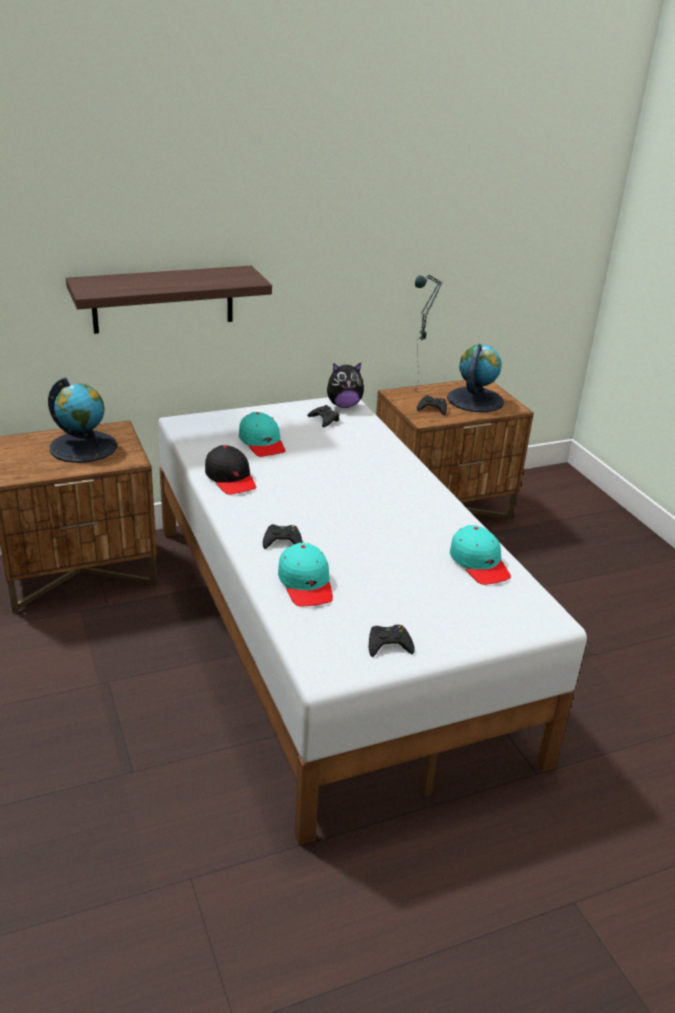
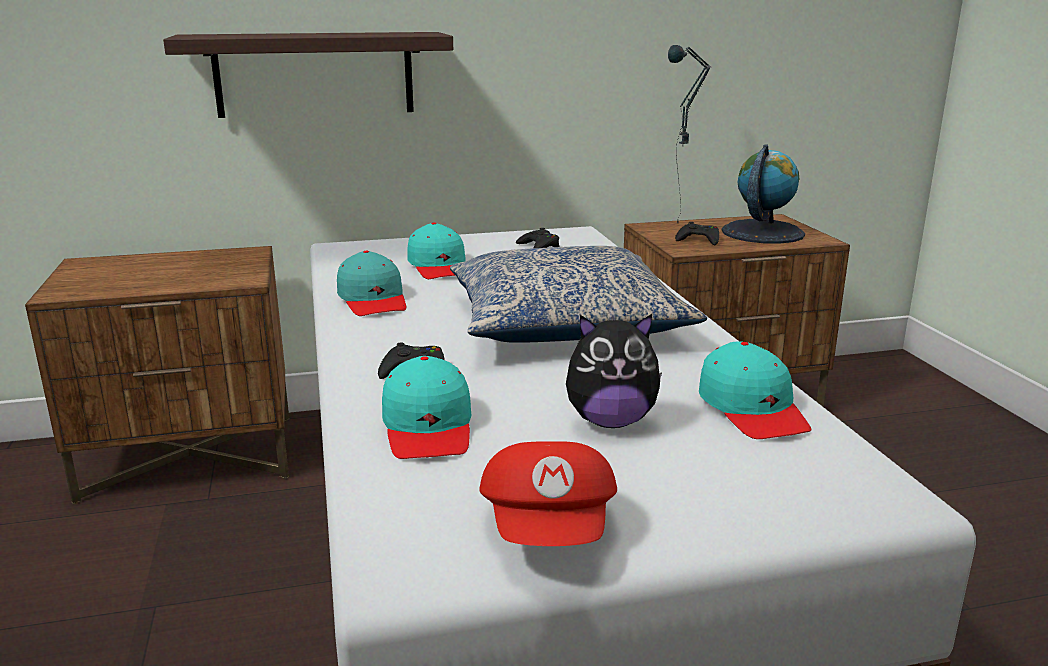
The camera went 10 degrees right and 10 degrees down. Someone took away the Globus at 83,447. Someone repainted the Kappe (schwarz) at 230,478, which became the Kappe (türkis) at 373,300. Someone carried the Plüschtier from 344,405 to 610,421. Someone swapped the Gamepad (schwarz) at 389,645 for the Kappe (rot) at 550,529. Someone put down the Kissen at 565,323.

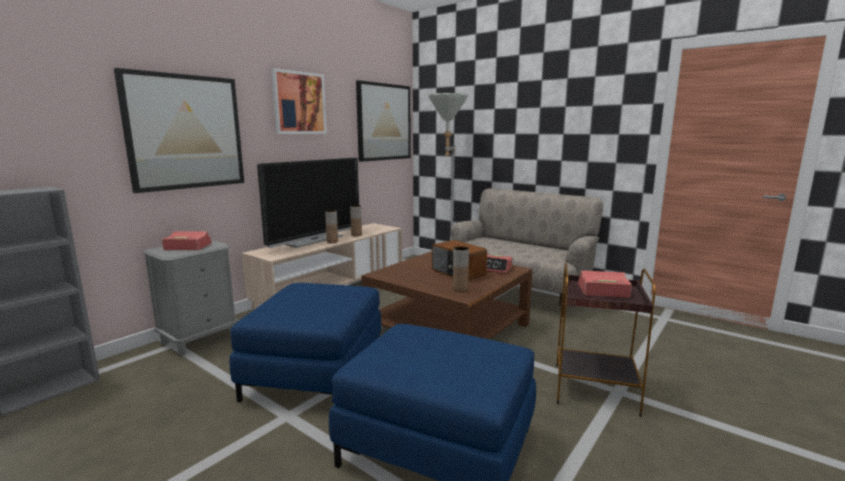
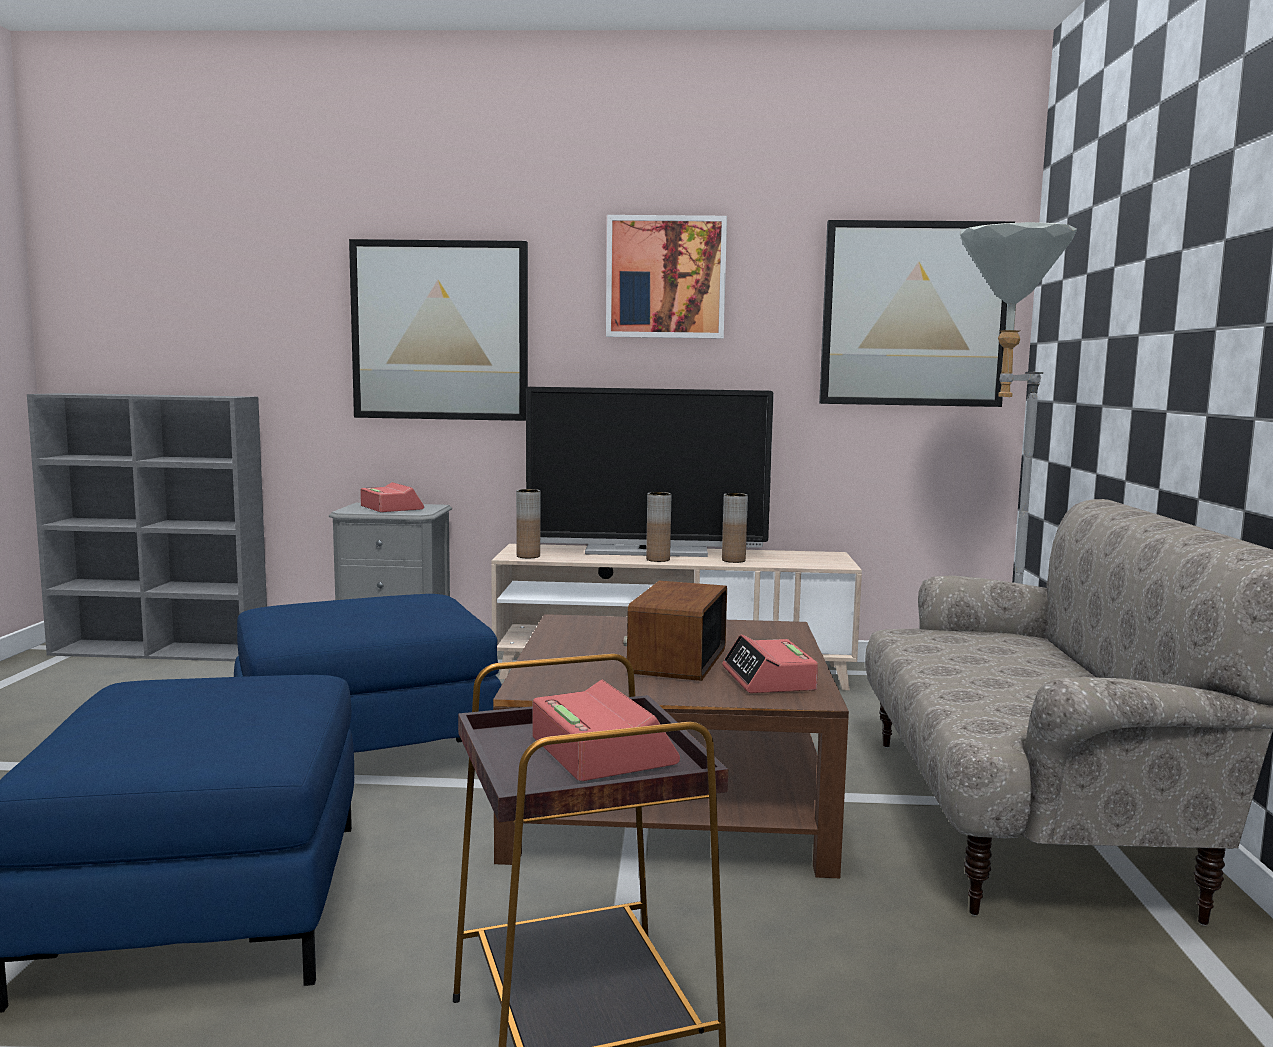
The camera went 55 degrees right and 5 degrees down. Someone carried the Vase (braun) from 460,289 to 528,556.

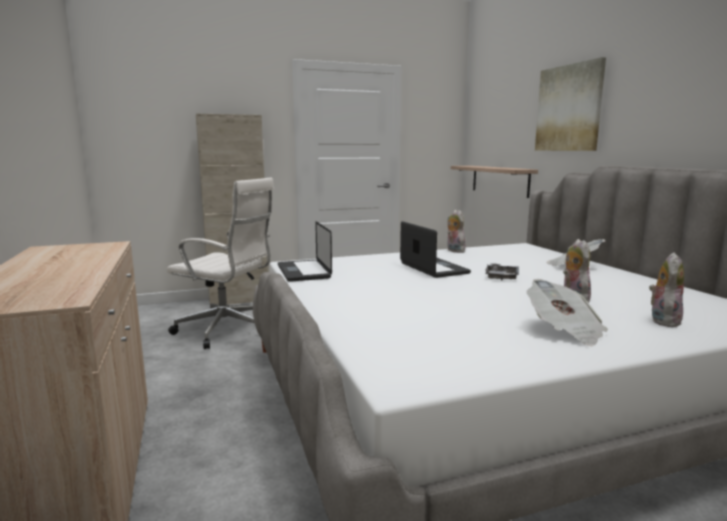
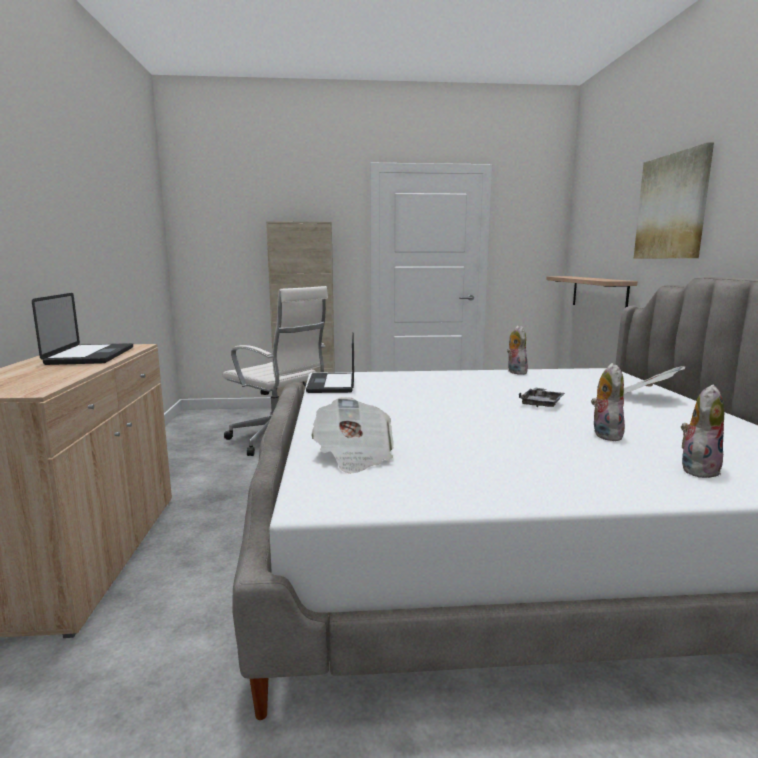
The camera went 15 degrees right and 0 degrees up. Someone carried the Laptop from 433,268 to 91,356. Someone carried the Zeitung from 565,331 to 353,456.

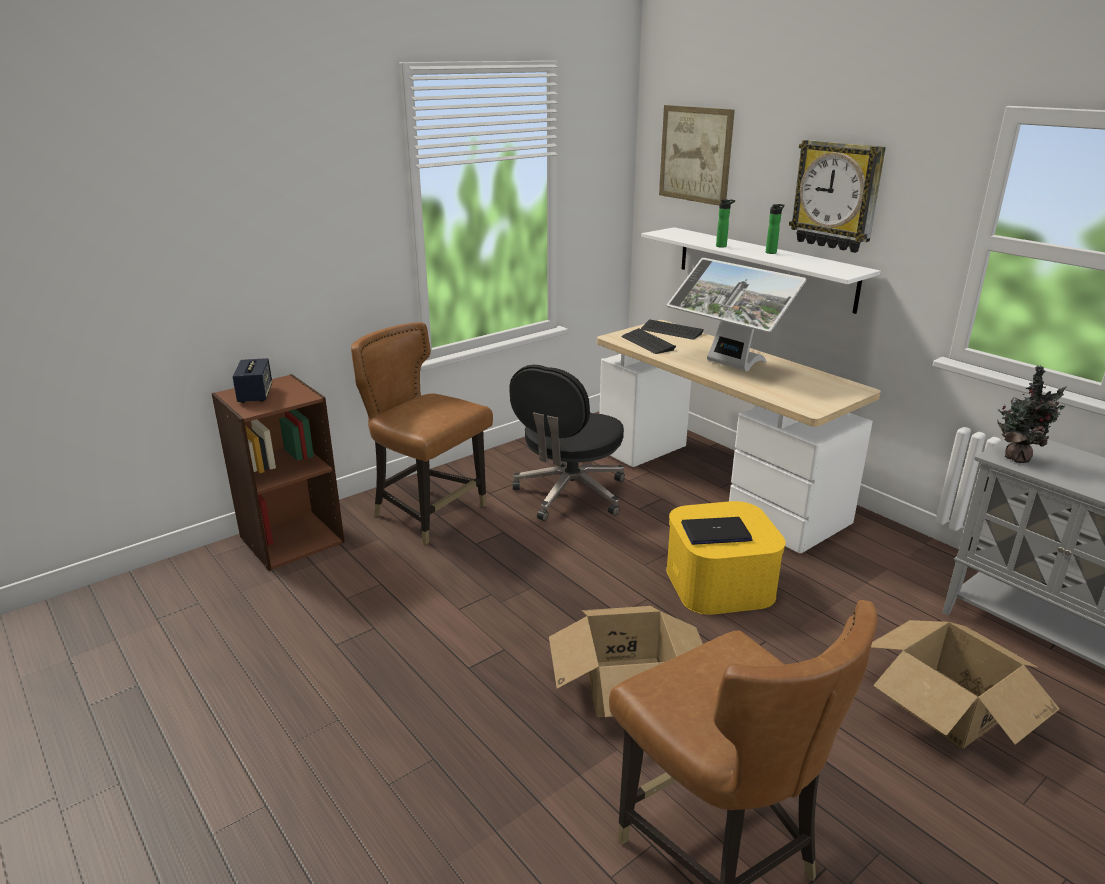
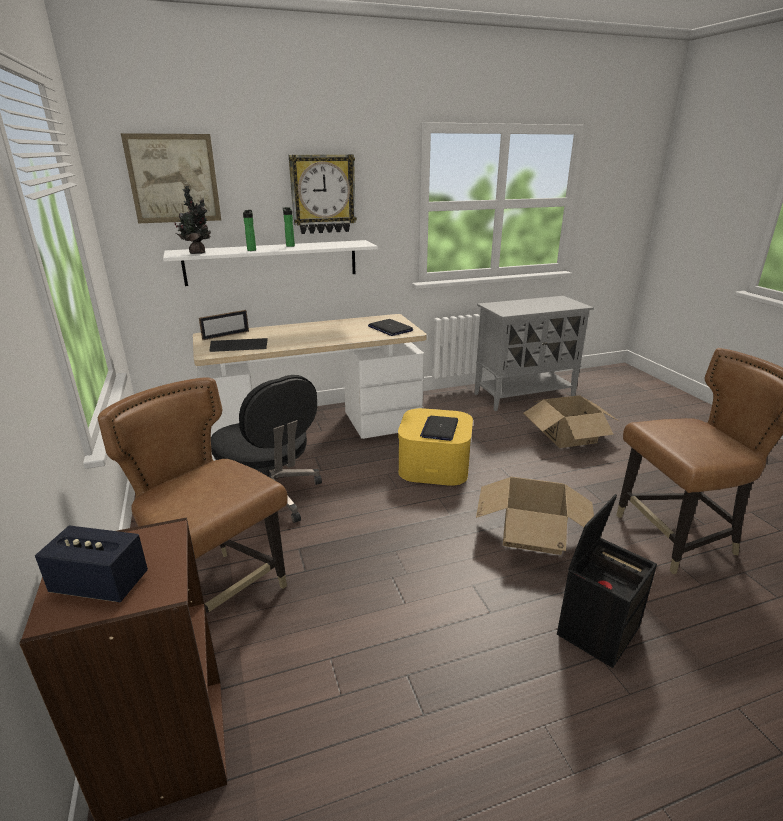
The camera went 70 degrees left and 0 degrees up. Someone rotated the Stuhl (braun) at 429,512 by 75 degrees clockwise. Someone swapped the Tastatur at 671,331 for the Bilderrahmen at 226,335. Someone took away the Monitor at 728,365. Someone carried the Topfpflanze from 1018,457 to 197,253. Someone put down the Laptop at 390,328. Someone put down the Aufbewahrungsbox (schwarz) at 597,629.

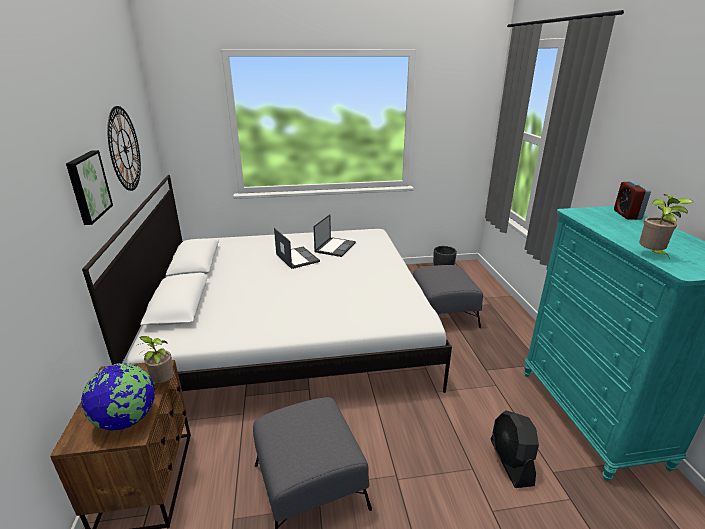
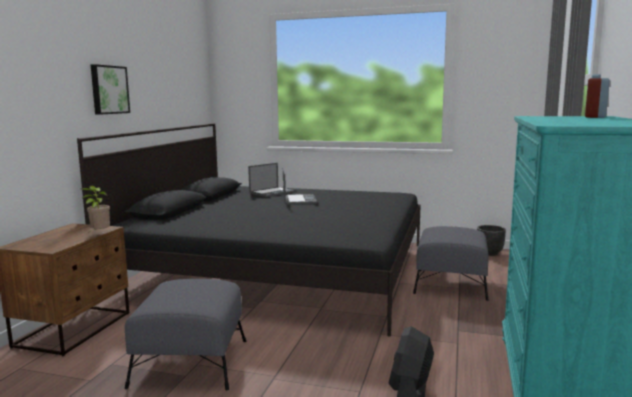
The camera went 25 degrees right and 15 degrees down. Someone took away the Globus at 127,419. Someone repainted the Bett (weiß) at 292,327, which became the Bett (schwarz) at 279,269. Someone took away the Wanduhr at 125,149. Someone carried the Laptop from 335,247 to 272,192. Someone took away the Topfpflanze at 651,255.

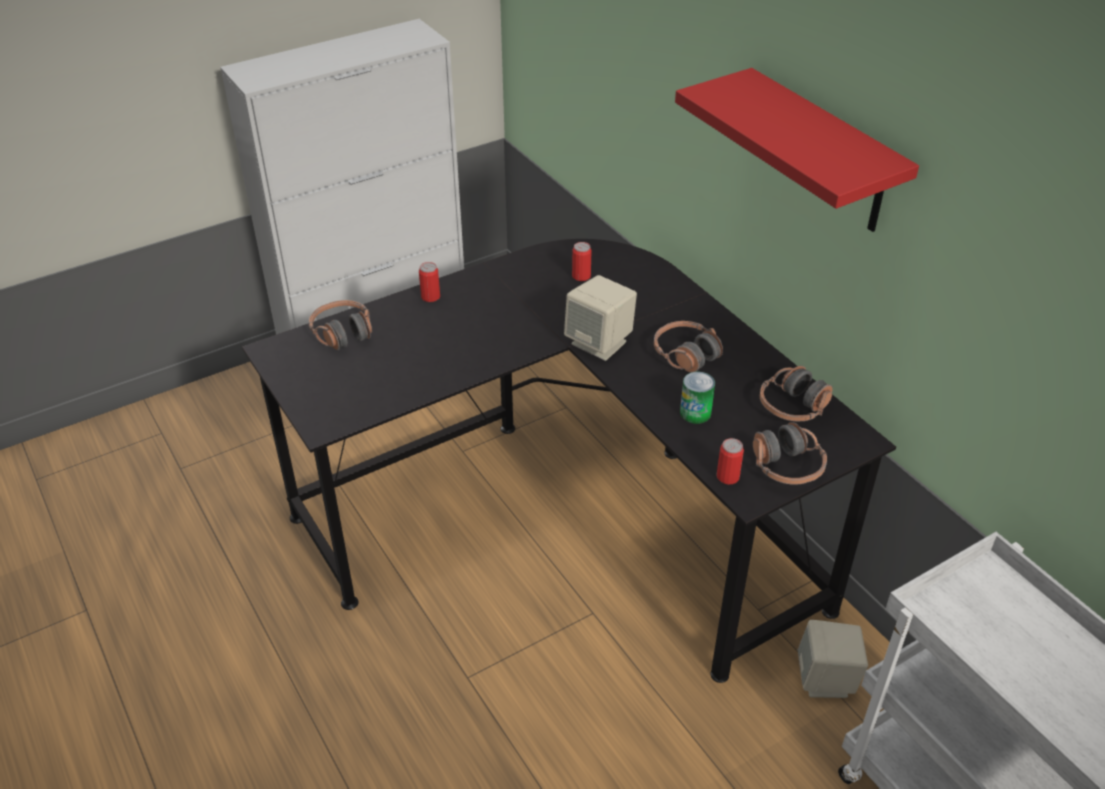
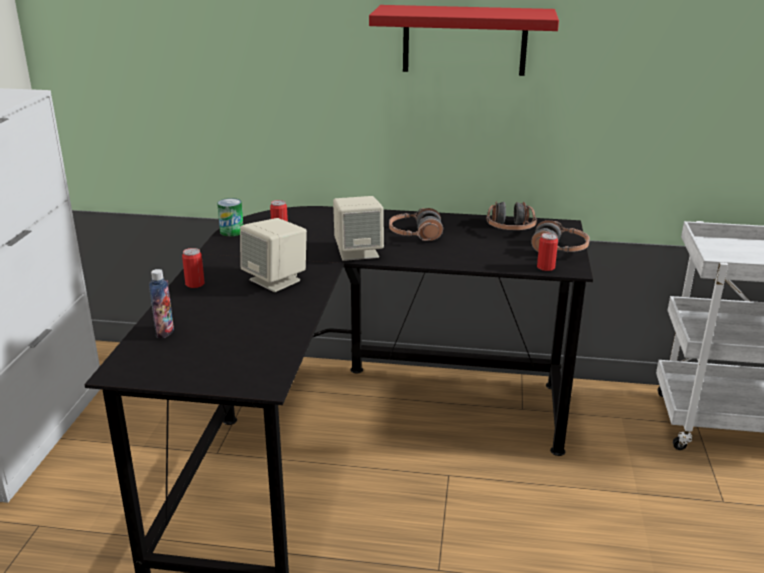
The camera went 50 degrees left and 15 degrees down. Someone swapped the Kopfhörer at 343,333 for the Flasche at 165,332. Someone carried the Dose from 695,413 to 231,231. Someone carried the Lautsprecher (beige) from 826,680 to 276,280.

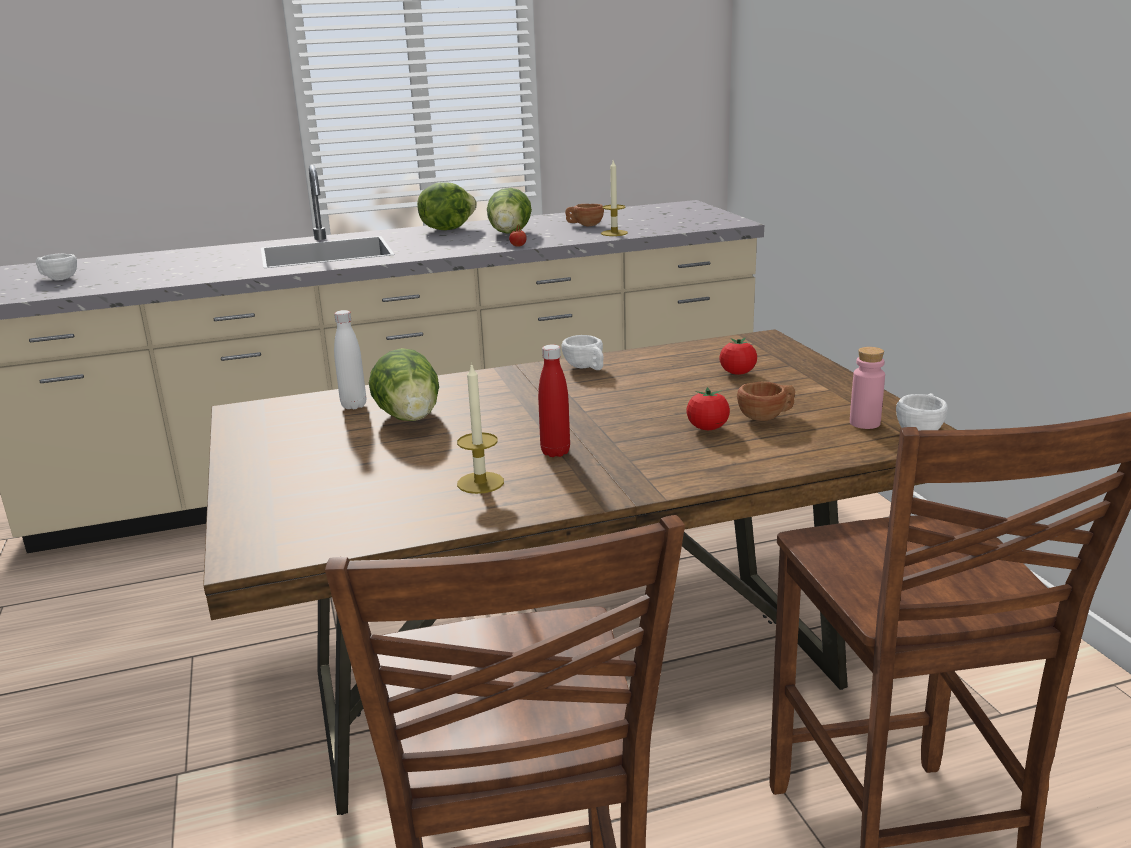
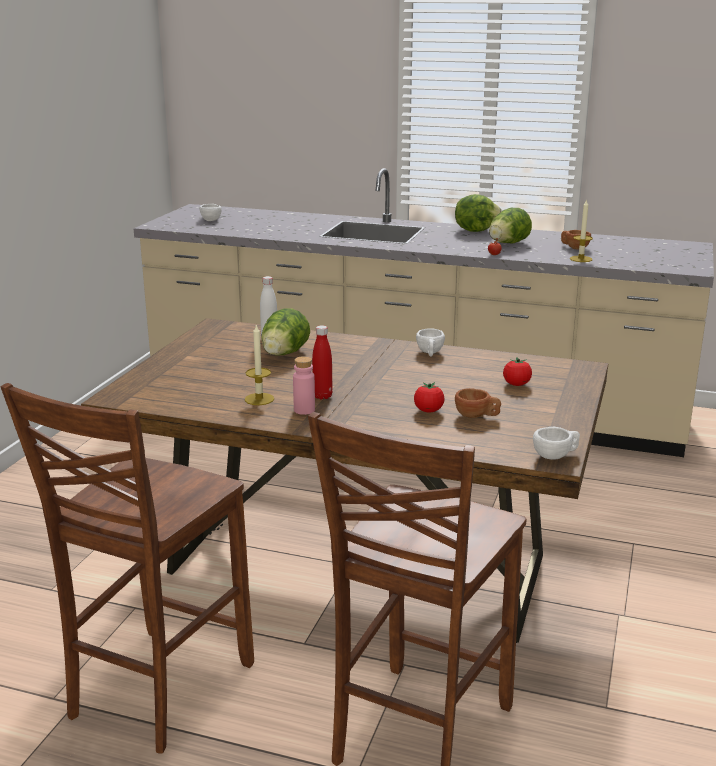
The camera went 35 degrees right and 0 degrees up. Someone carried the Flasche (rosa) from 864,423 to 304,410.

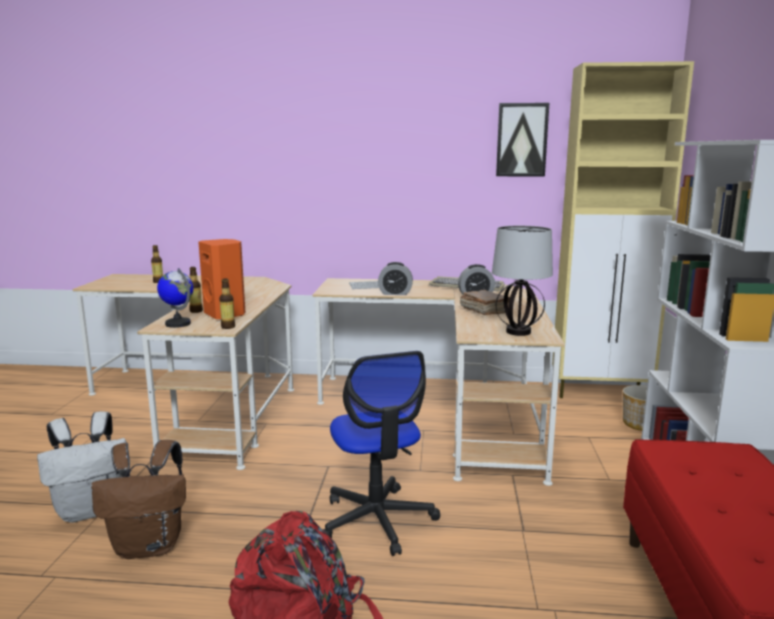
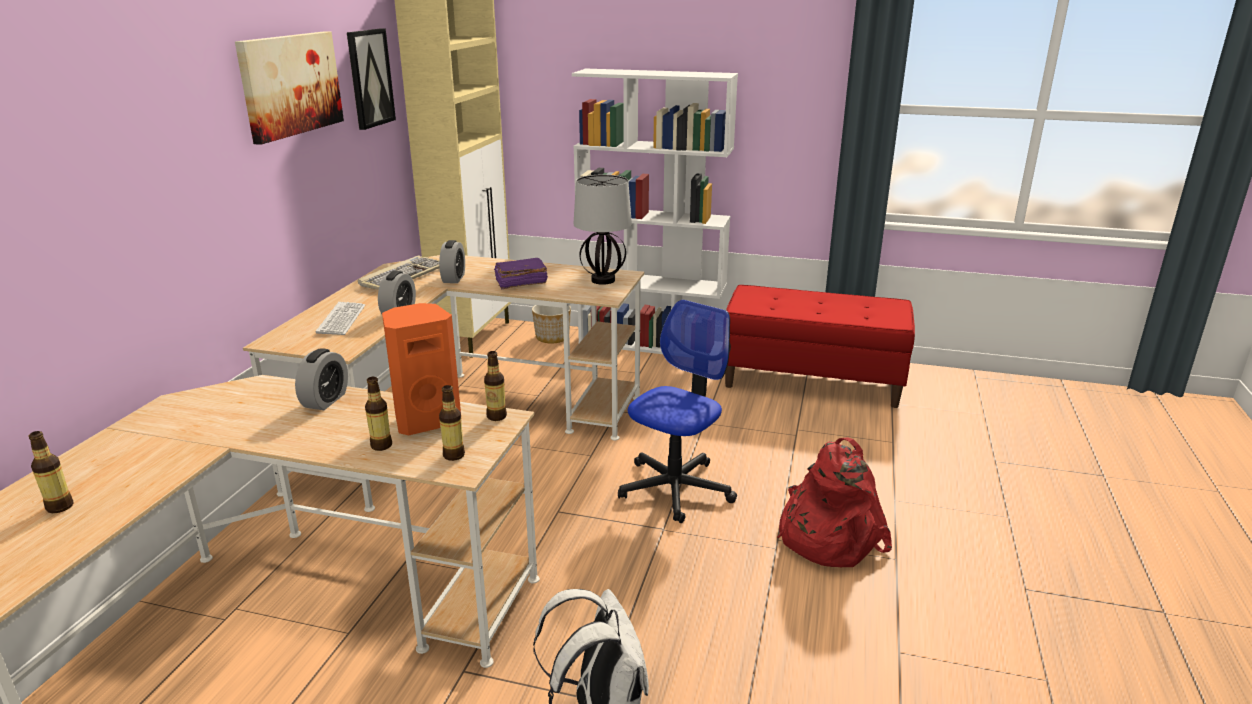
The camera went 80 degrees left and 10 degrees up. Someone took away the Rucksack (braun) at 150,546. Someone swapped the Globus at 178,324 for the Flasche at 453,455. Someone rotated the Bürostuhl at 377,520 by 45 degrees counterclockwise. Someone repainted the Buch (braun) at 484,311, which became the Buch (lila) at 520,282. Someone put up the Bild at 290,84. Someone put down the Wecker at 325,400.

